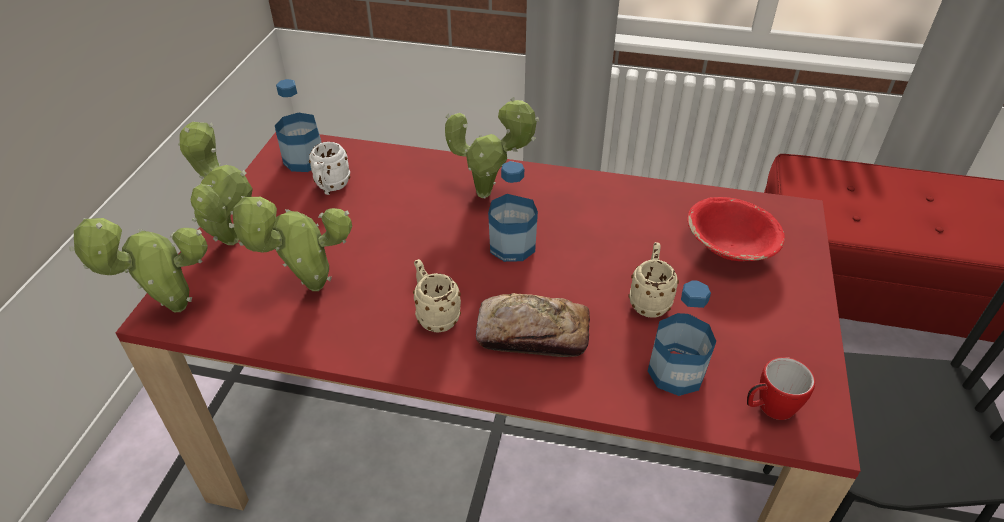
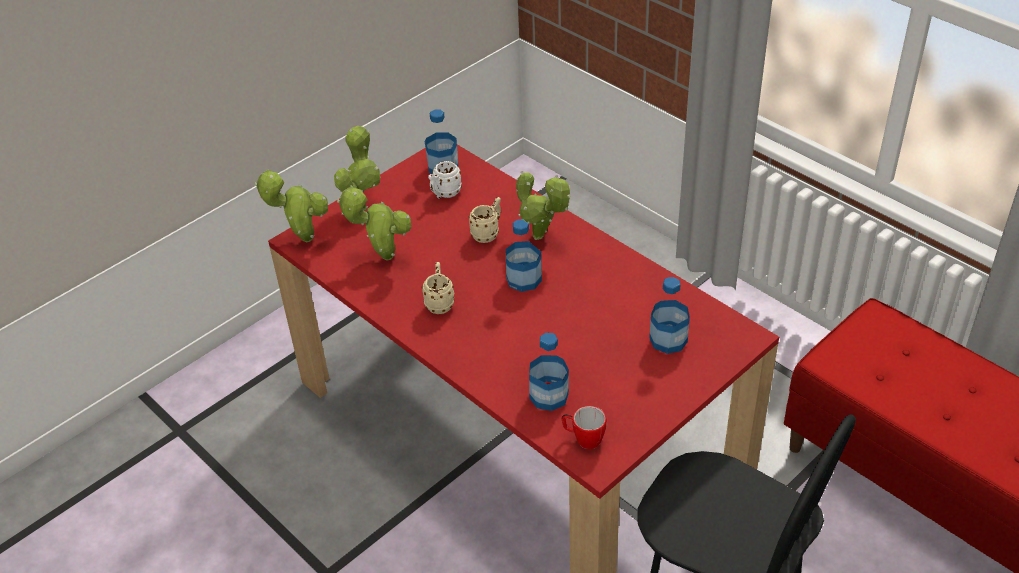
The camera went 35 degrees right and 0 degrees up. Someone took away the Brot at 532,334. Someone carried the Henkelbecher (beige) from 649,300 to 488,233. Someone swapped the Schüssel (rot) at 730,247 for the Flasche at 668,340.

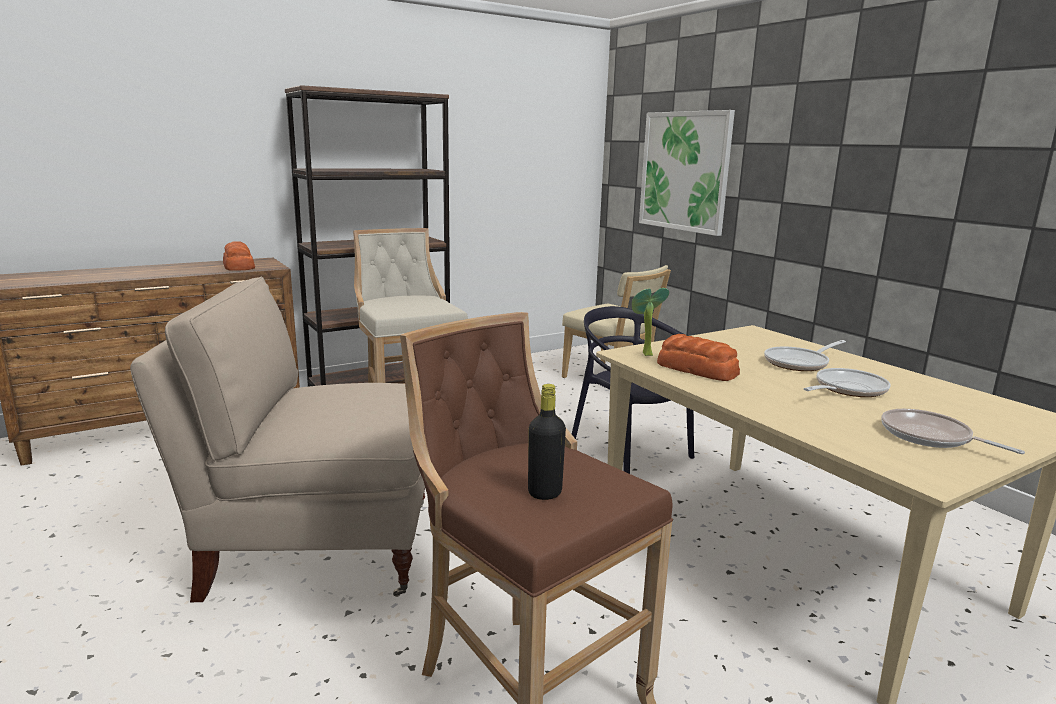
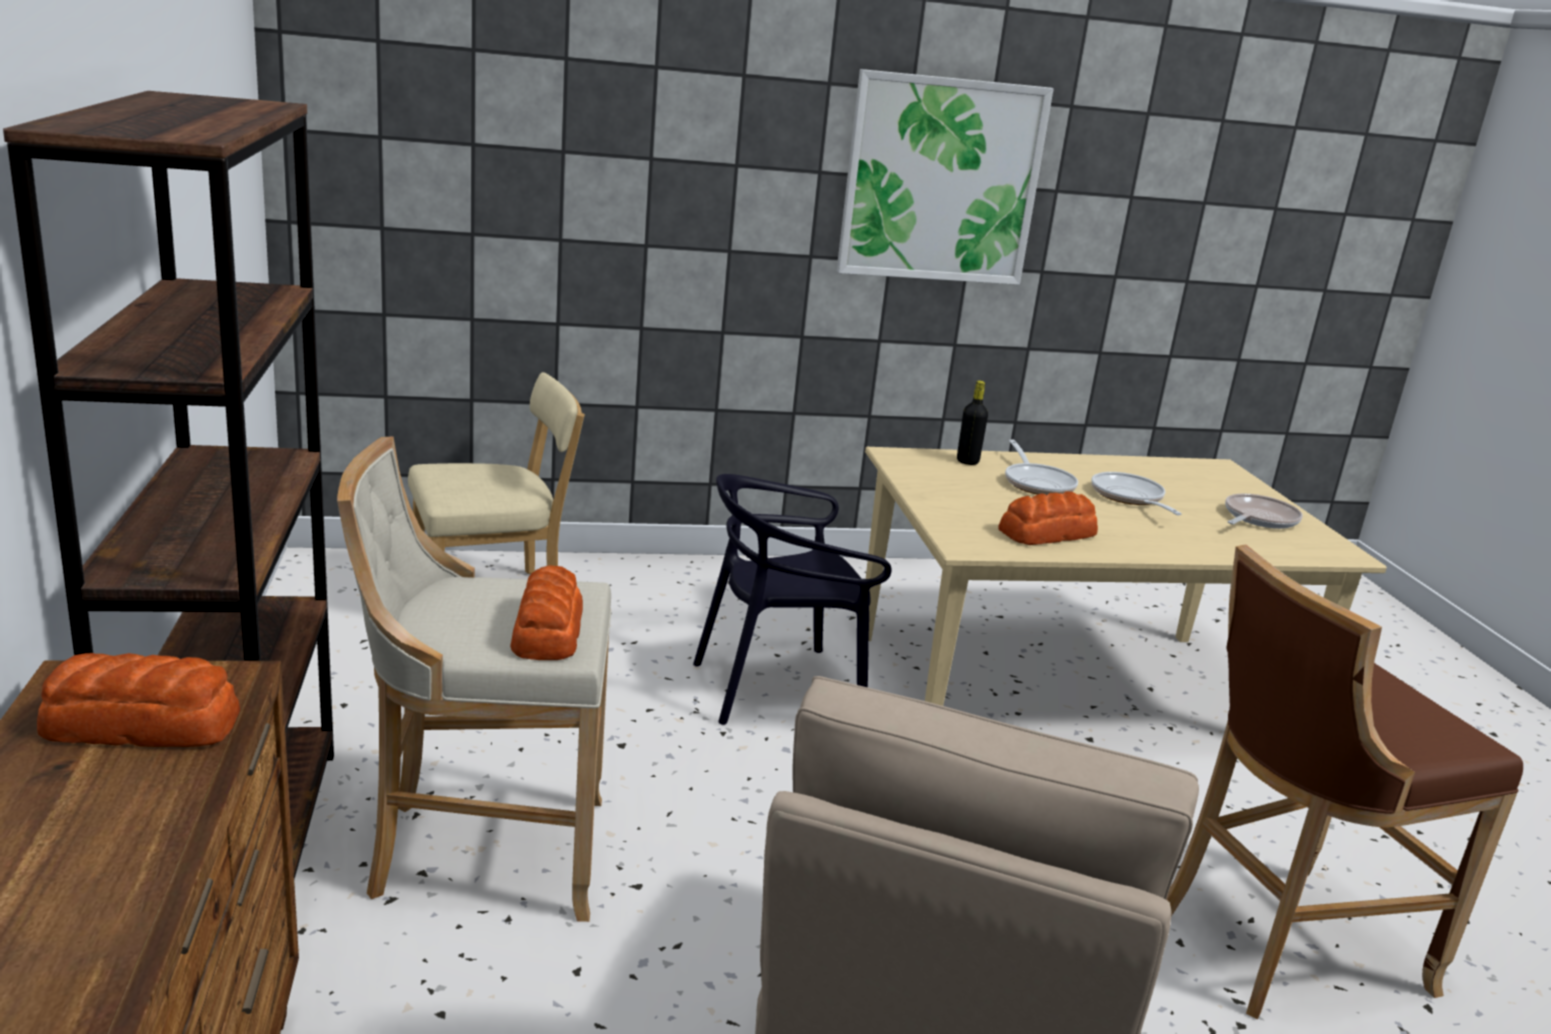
The camera went 70 degrees left and 5 degrees up. Someone carried the Flasche (schwarz) from 544,493 to 967,461. Someone took away the Topfpflanze at 644,354. Someone carried the Bild from 684,171 to 941,180. Someone rotated the Pfanne at 930,437 by 150 degrees clockwise. Someone put down the Brot at 547,630.

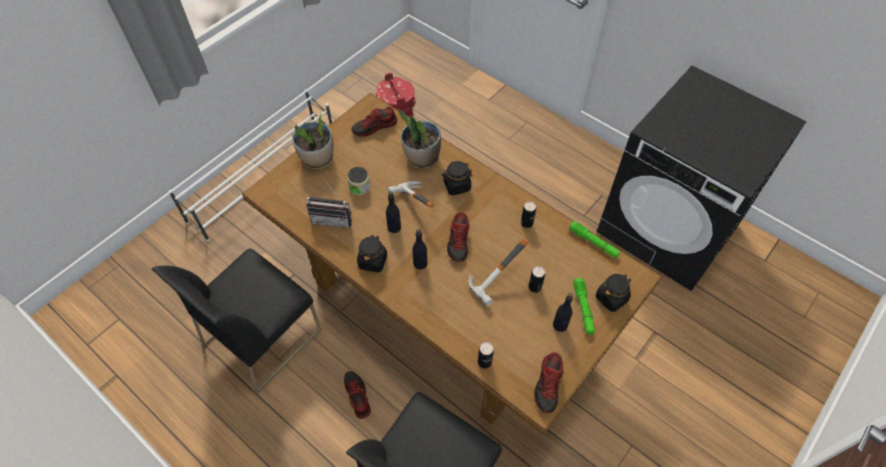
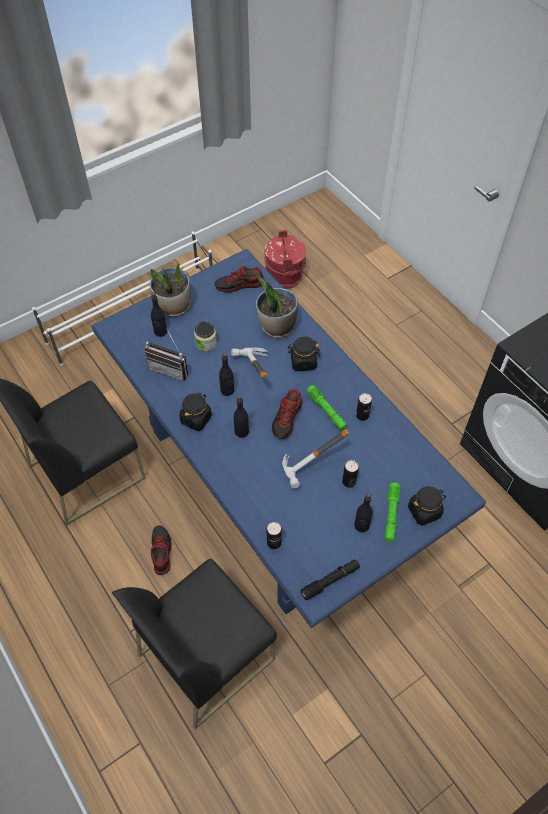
The camera went 15 degrees right and 0 degrees up. Someone repainted the Esstisch (braun) at 445,302, which became the Esstisch (blau) at 276,480. Someone swapped the Schuh at 549,385 for the Taschenlampe (schwarz) at 330,581. Someone carried the Taschenlampe (grün) from 593,243 to 326,411. Someone put down the Flasche (schwarz) at 160,332.

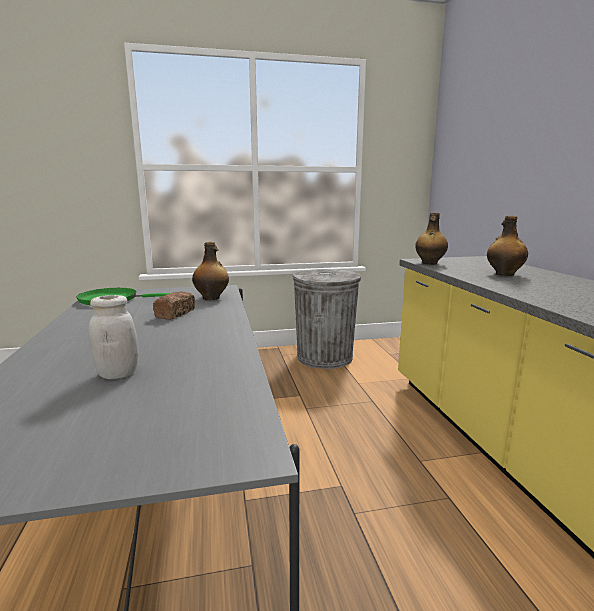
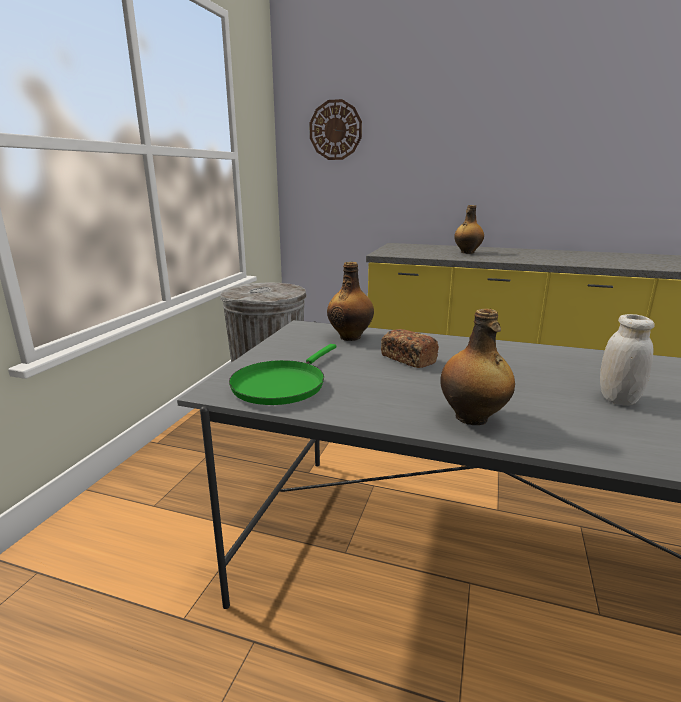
The camera went 60 degrees left and 5 degrees up. Someone carried the Flasche from 429,263 to 472,418. Someone put up the Wanduhr at 335,130.

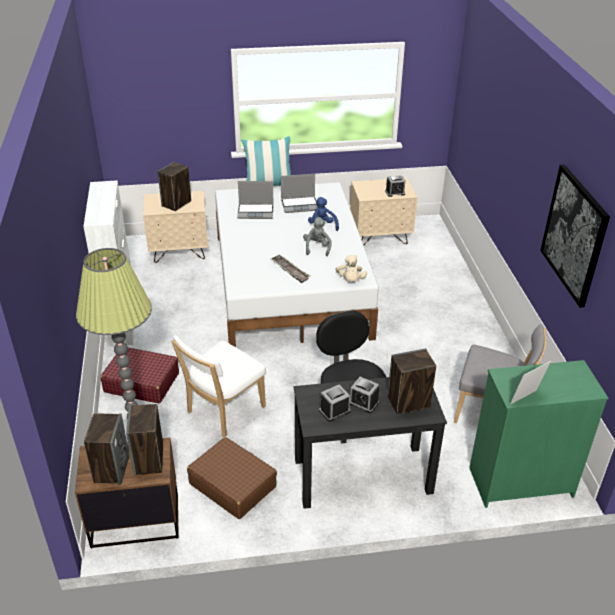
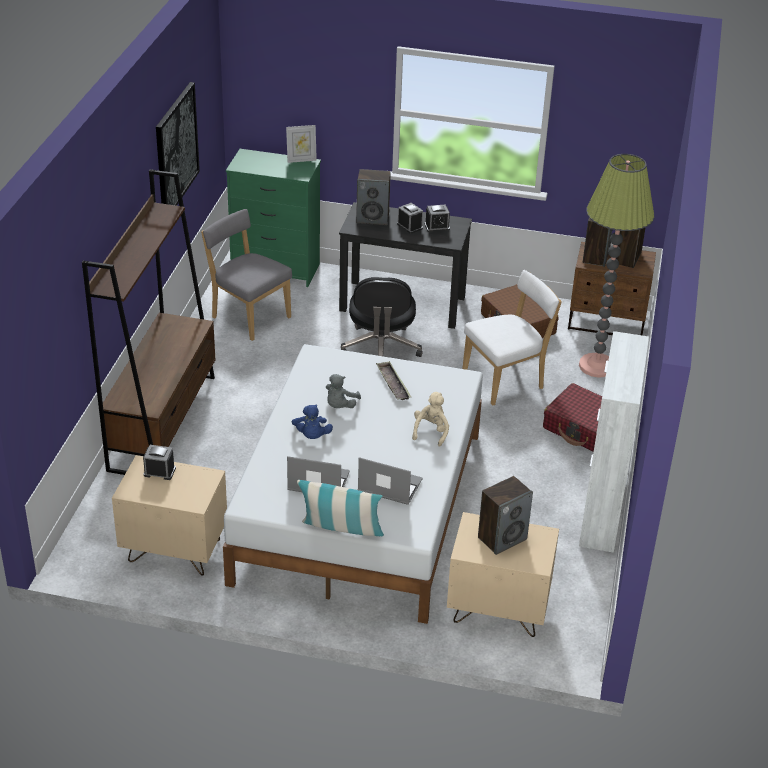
The camera went 160 degrees left and 0 degrees up. Someone carried the Plüschtier (beige) from 350,280 to 431,432. Someone put down the Bücherregal (braun) at 163,422.

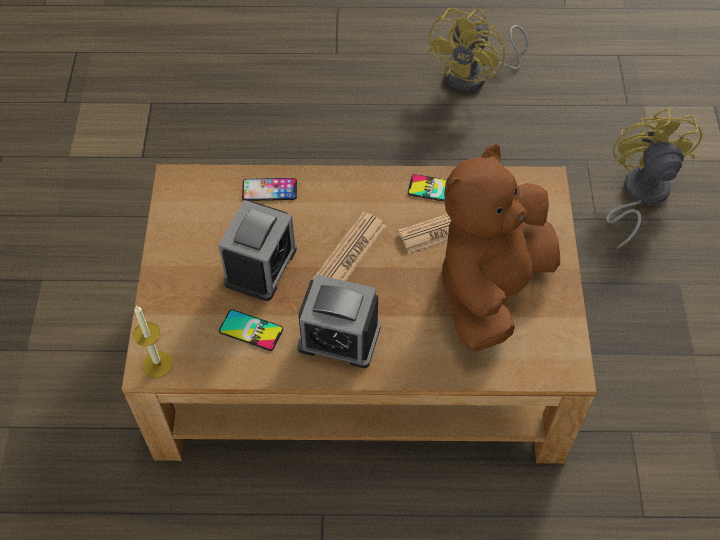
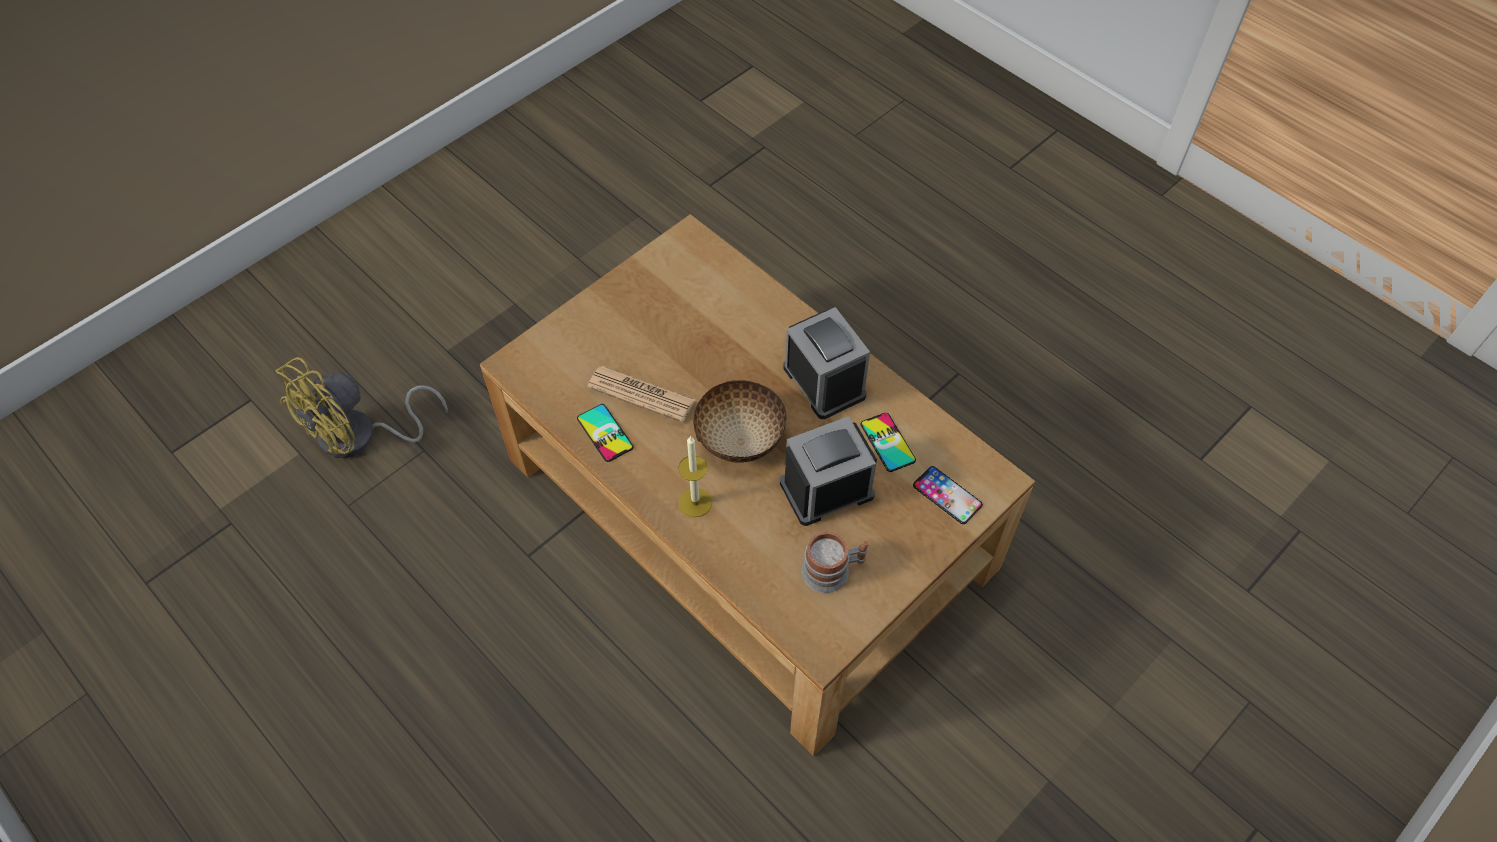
The camera went 135 degrees left and 0 degrees up. Someone carried the Kerze from 157,364 to 695,502. Someone carried the Handy from 269,189 to 947,495. Someone swapped the Zeitung at 350,252 for the Schüssel at 740,439. Someone took away the Ventilator (gelb) at 475,75. Someone took away the Plüschtier (braun) at 490,287. Someone put down the Henkelbecher at 833,570.

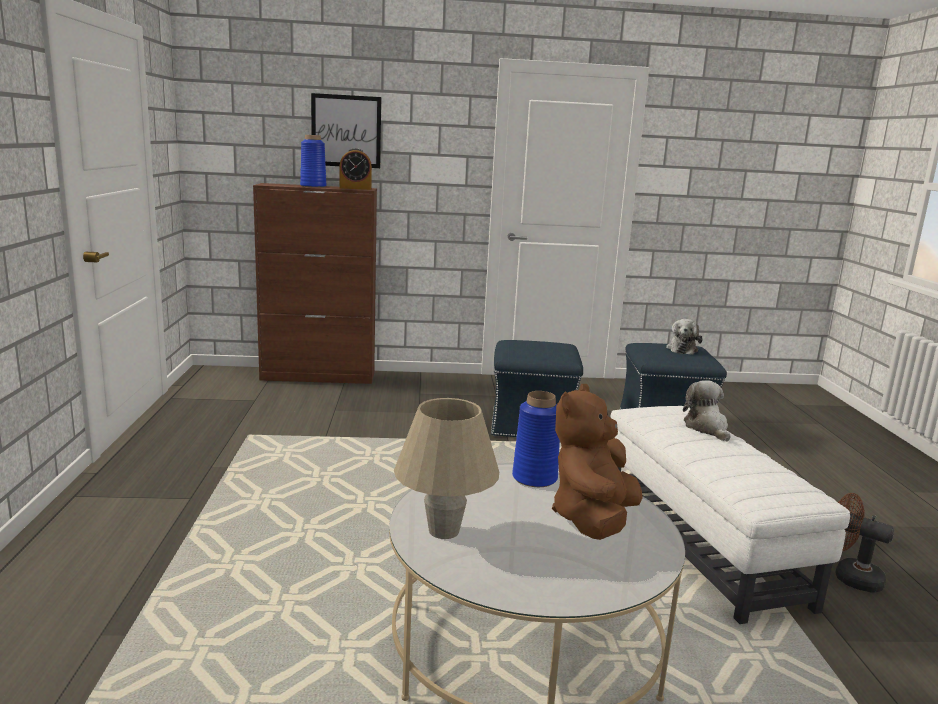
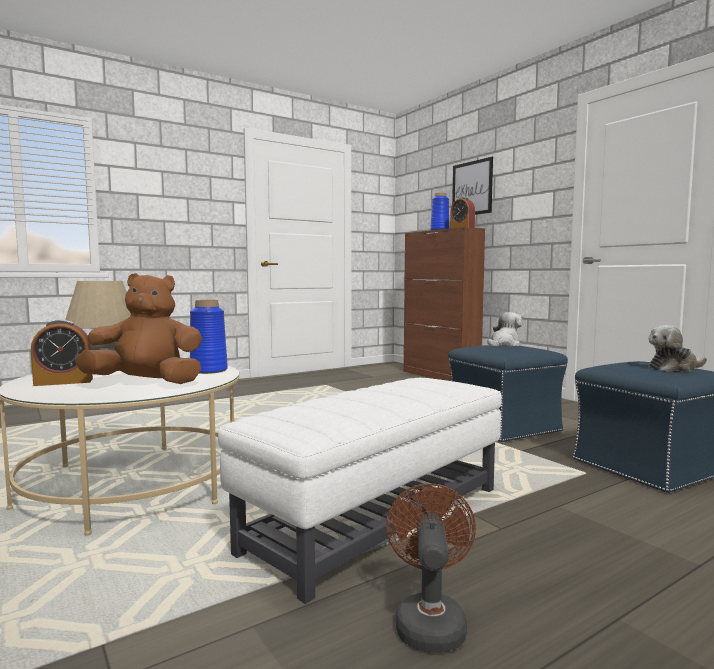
The camera went 60 degrees right and 10 degrees down. Someone carried the Plüschtier from 707,428 to 504,344. Someone put down the Wecker at 63,382.

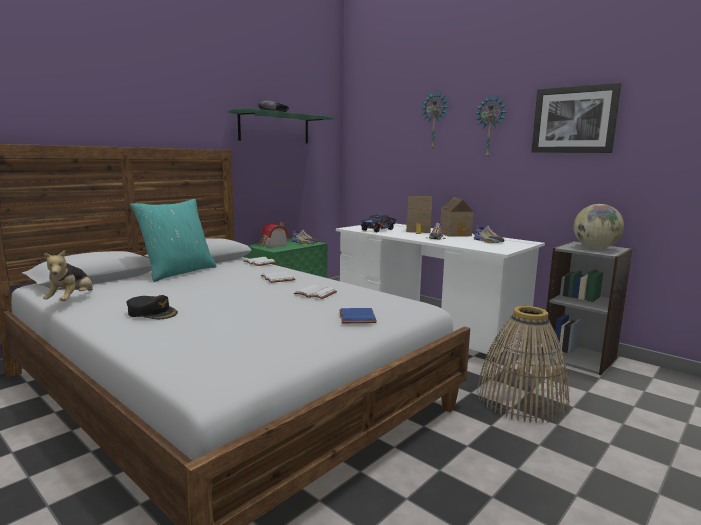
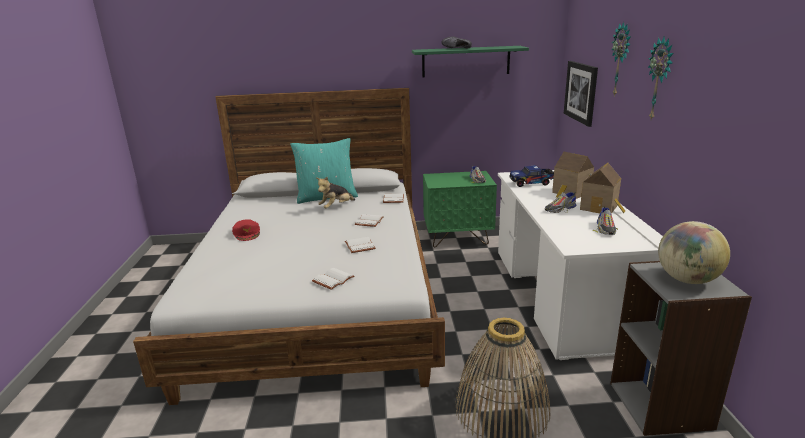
The camera went 45 degrees right and 10 degrees up. Someone carried the Plüschtier from 72,300 to 336,207. Someone repainted the Kappe (schwarz) at 152,313, which became the Kappe (rot) at 247,233. Someone took away the Spielzeughaus at 273,245. Someone repainted the Buch (blau) at 356,317, which became the Buch (weiß) at 333,279. Someone carried the Bild from 574,120 to 581,92.

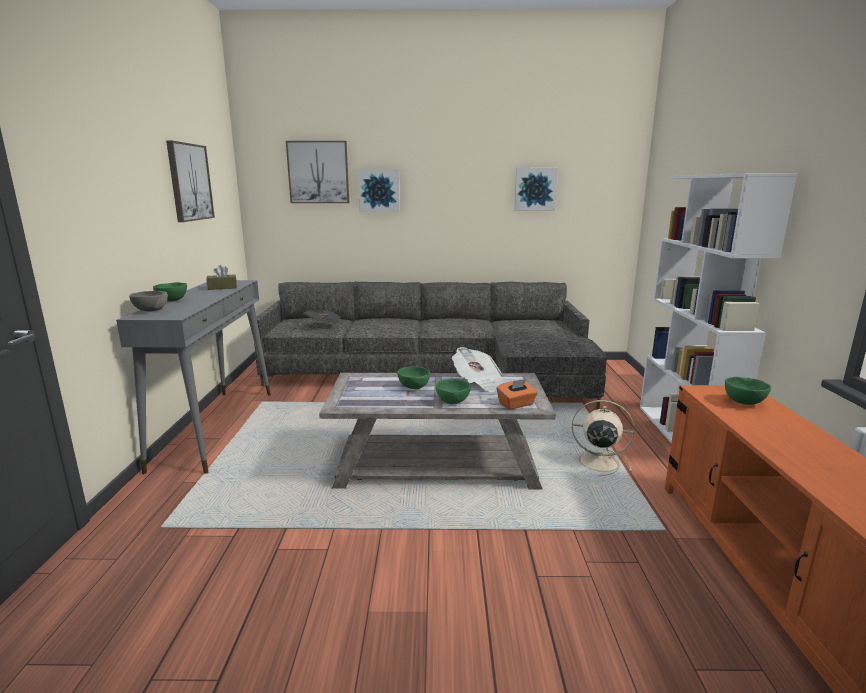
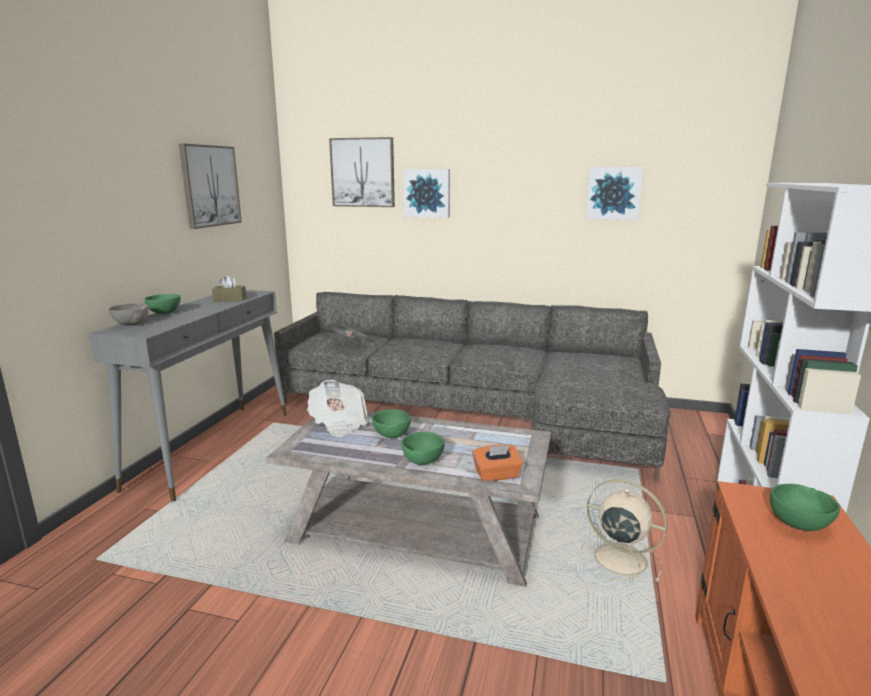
The camera went 15 degrees right and 0 degrees up. Someone carried the Zeitung from 478,382 to 338,423.

